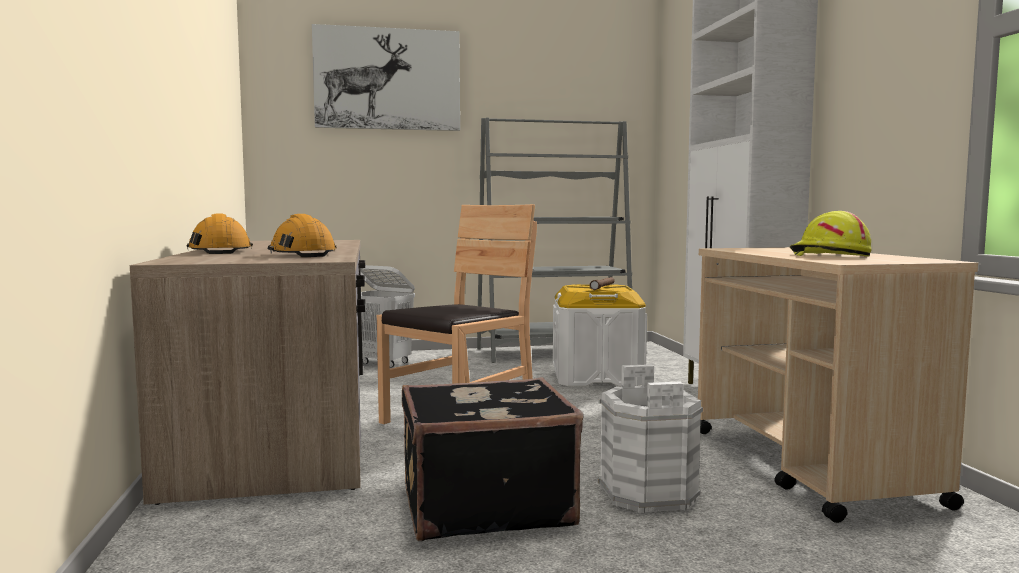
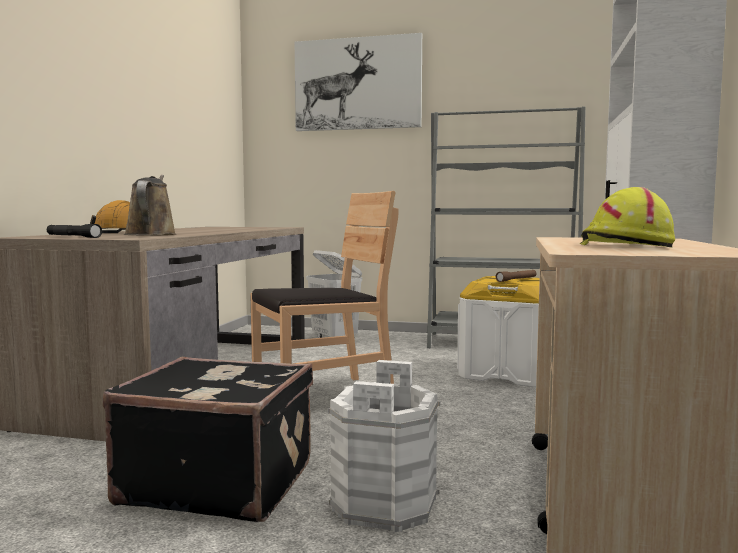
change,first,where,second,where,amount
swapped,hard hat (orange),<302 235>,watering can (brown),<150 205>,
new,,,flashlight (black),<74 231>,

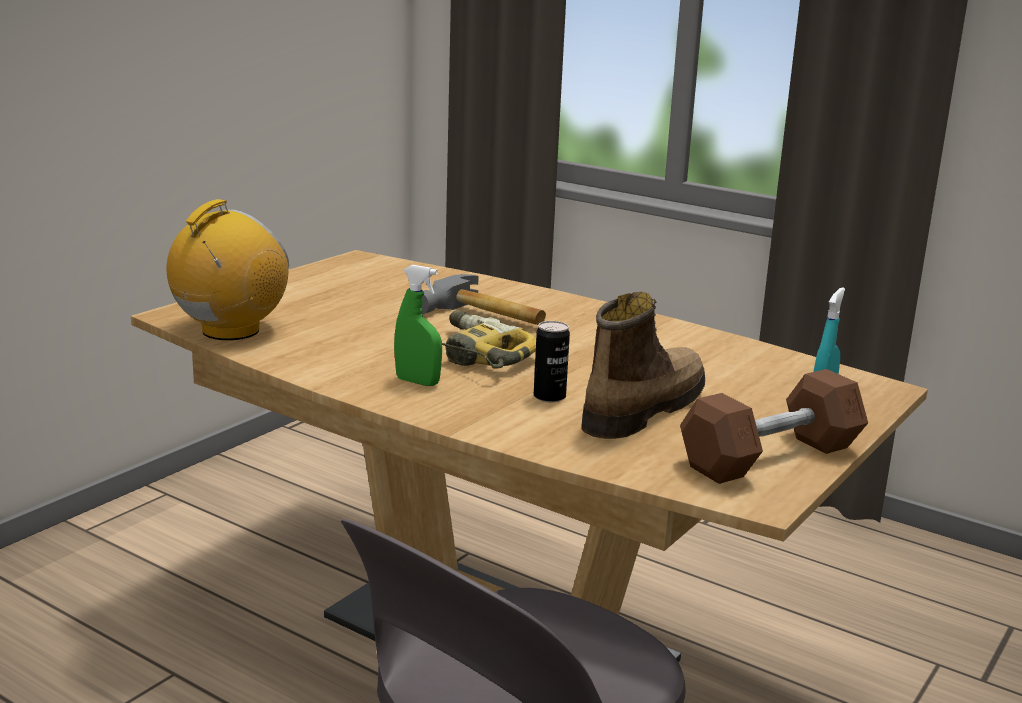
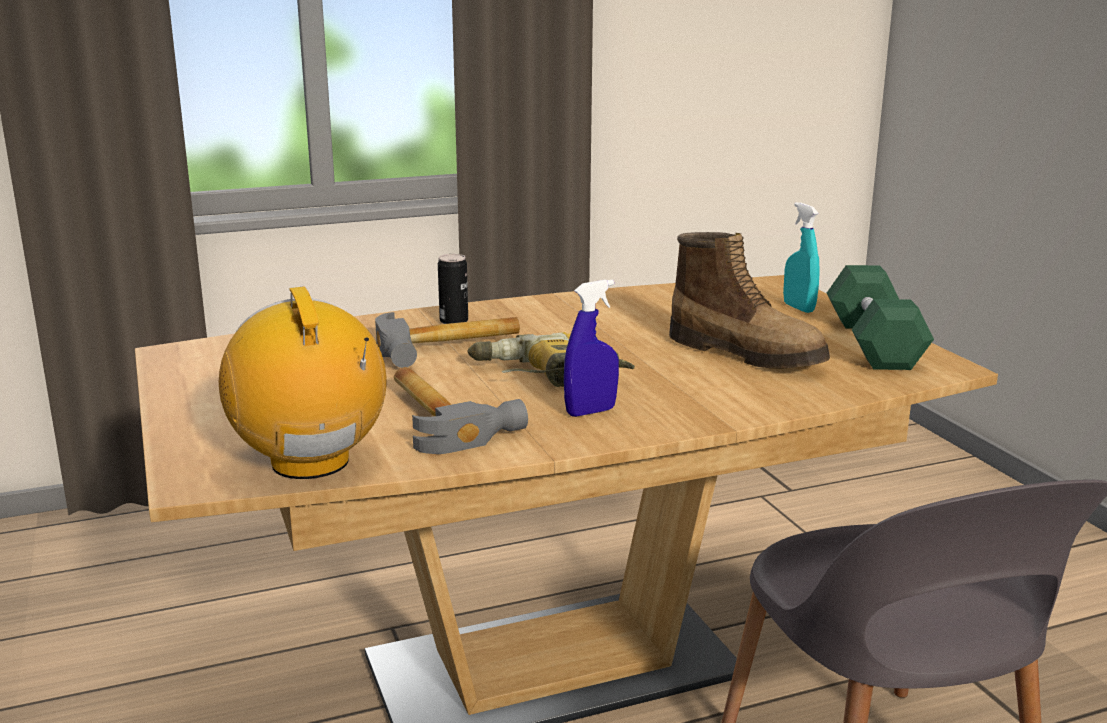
change,first,where,second,where,amount
repainted,spray bottle (green),<418 325>,spray bottle (blue),<591 348>,
rotated,boot,<643 365>,,<749 300>,150 degrees clockwise
shifted,can,<552 361>,,<453 289>,
repainted,dumbbell (brown),<774 426>,dumbbell (green),<880 317>,
new,,,hammer,<461 410>,

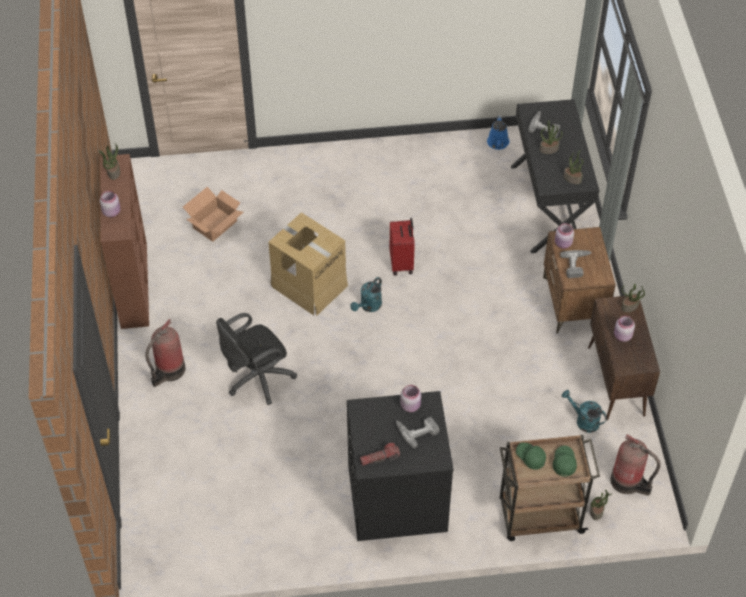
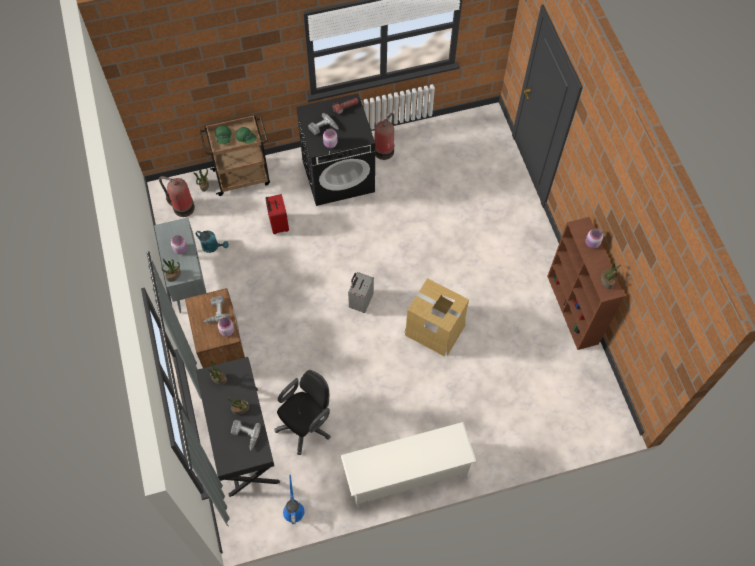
change,first,where,second,where,amount
gone,cardboard box,<213 214>,,,
shifted,suitcase (red),<402 246>,,<277 214>,
gone,watering can (turquoise),<366 294>,,,
repainted,cabinet (brown),<624 358>,cabinet (grey),<180 265>,
shifted,office chair (black),<256 359>,,<303 412>,
shifted,fire extinguisher,<165 353>,,<384 136>,
new,,,suitcase (grey),<361 292>,
new,,,shoe rack (white),<409 465>,

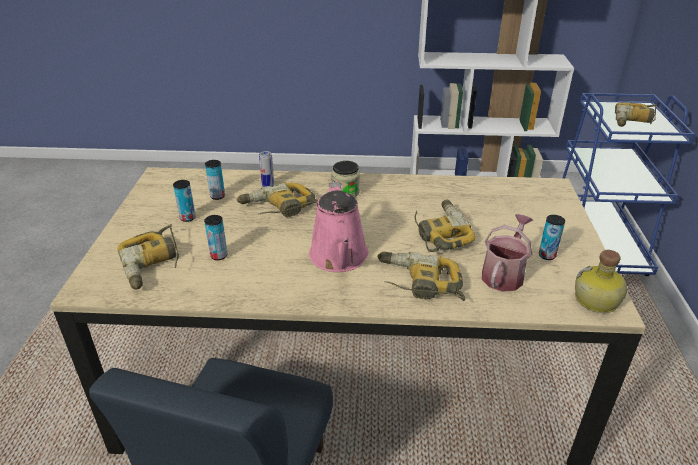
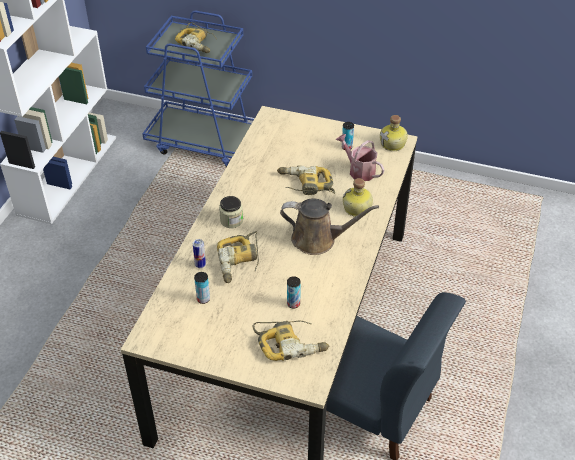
change,first,where,second,where,amount
gone,can,<184 201>,,,
repainted,watering can (pink),<339 227>,watering can (brown),<329 227>,
swapped,power drill,<421 276>,bottle,<358 197>,

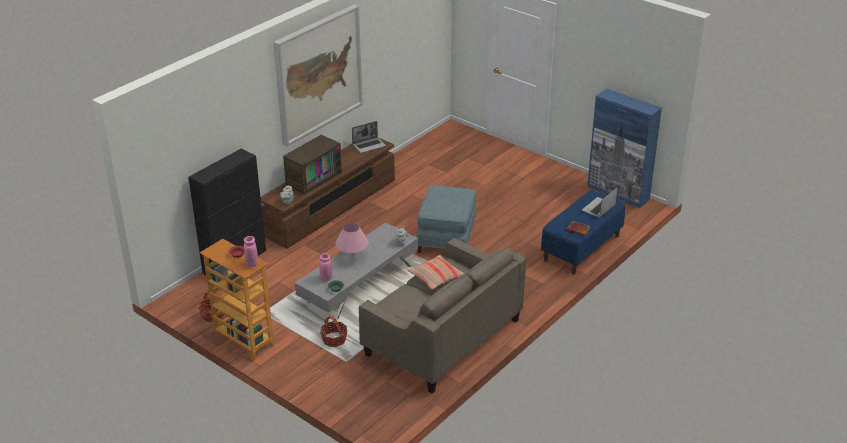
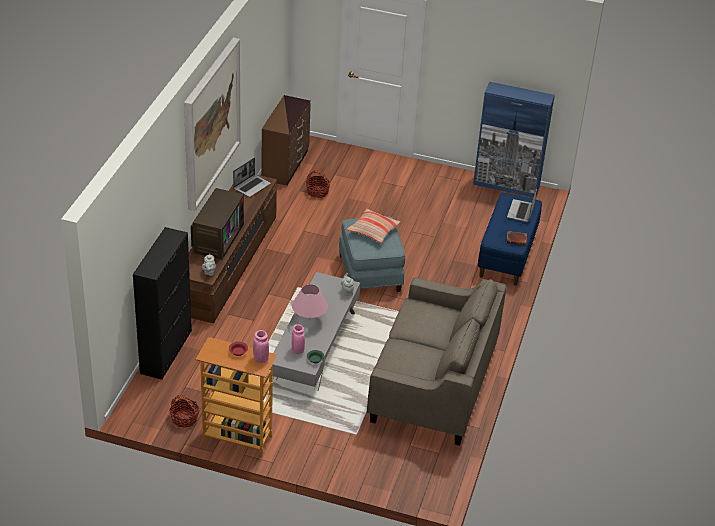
change,first,where,second,where,amount
shifted,pillow,<435 272>,,<373 226>,
shifted,basket,<334 331>,,<318 184>,
new,,,dresser (brown),<286 140>,

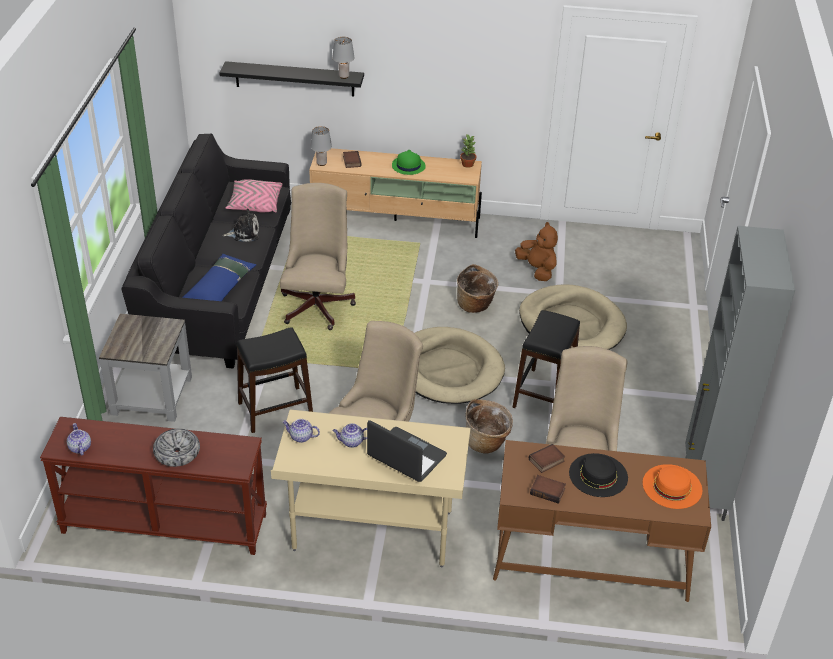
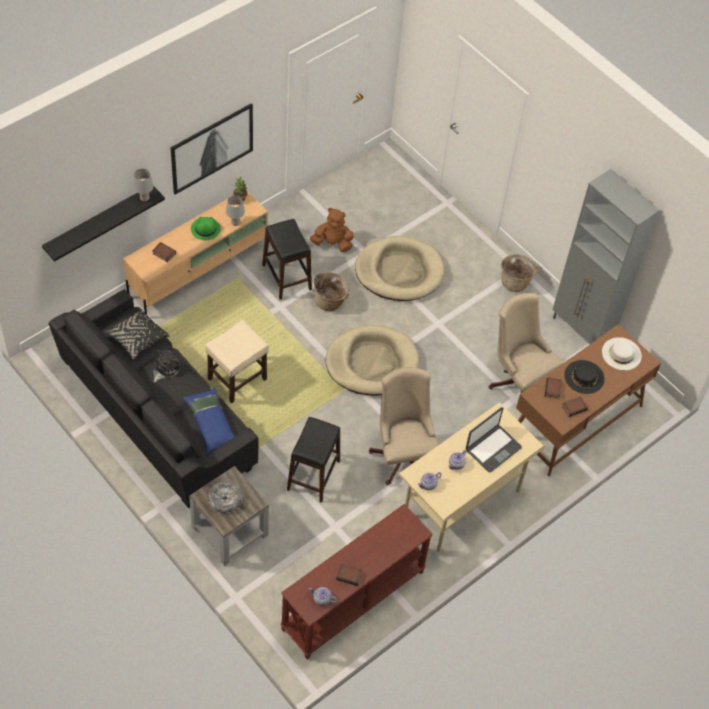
change,first,where,second,where,amount
shifted,table lamp (grey),<321 146>,,<235 210>,
repainted,pillow (pink),<253 196>,pillow (black),<138 334>,
swapped,office chair (beige),<318 256>,stool (beige),<237 361>,
shifted,stool (black),<546 359>,,<287 259>,
shifted,basket,<489 426>,,<519 273>,
rotated,laptop,<407 451>,,<493 440>,150 degrees clockwise
shifted,bowl,<176 447>,,<225 497>,
repainted,hat (orange),<672 486>,hat (white),<622 353>,
new,,,picture,<211 149>,
new,,,book,<349 575>,

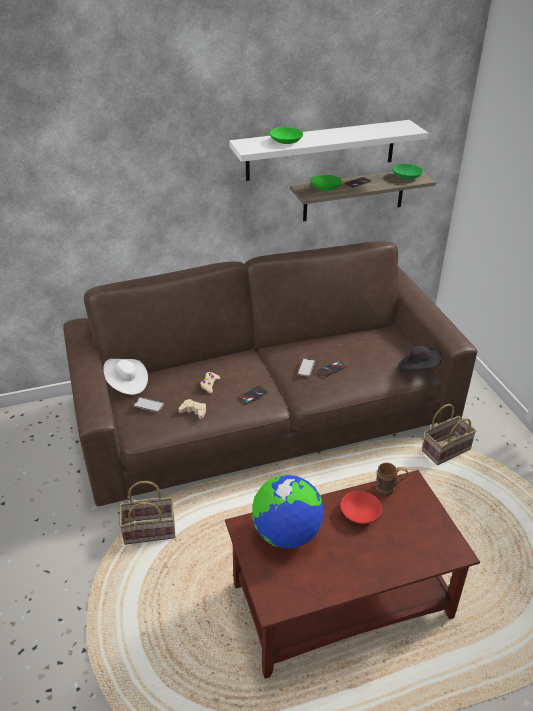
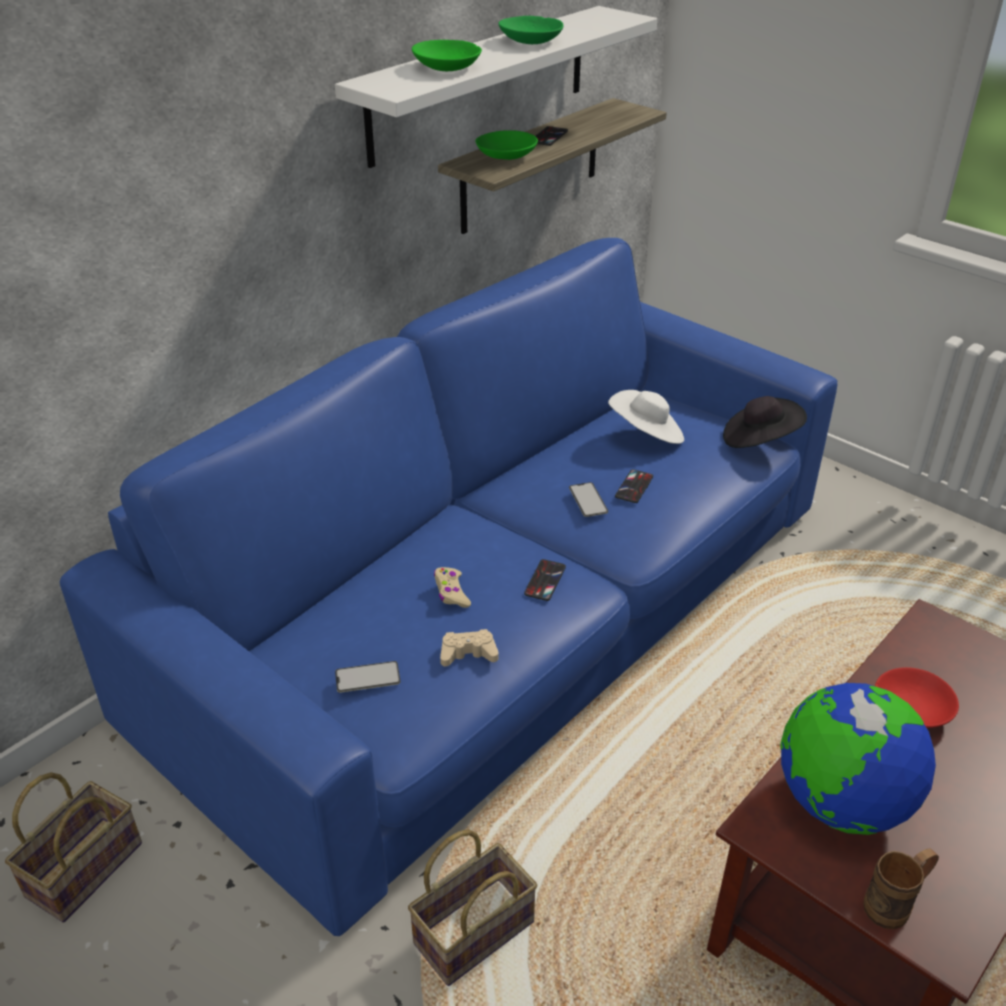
change,first,where,second,where,amount
shifted,bowl (green),<407 171>,,<531 30>,
repainted,sofa (brown),<270 373>,sofa (blue),<449 587>,
shifted,hat (white),<125 377>,,<646 417>,
shifted,basket,<449 434>,,<73 848>,
shifted,mug (brown),<391 479>,,<901 889>,

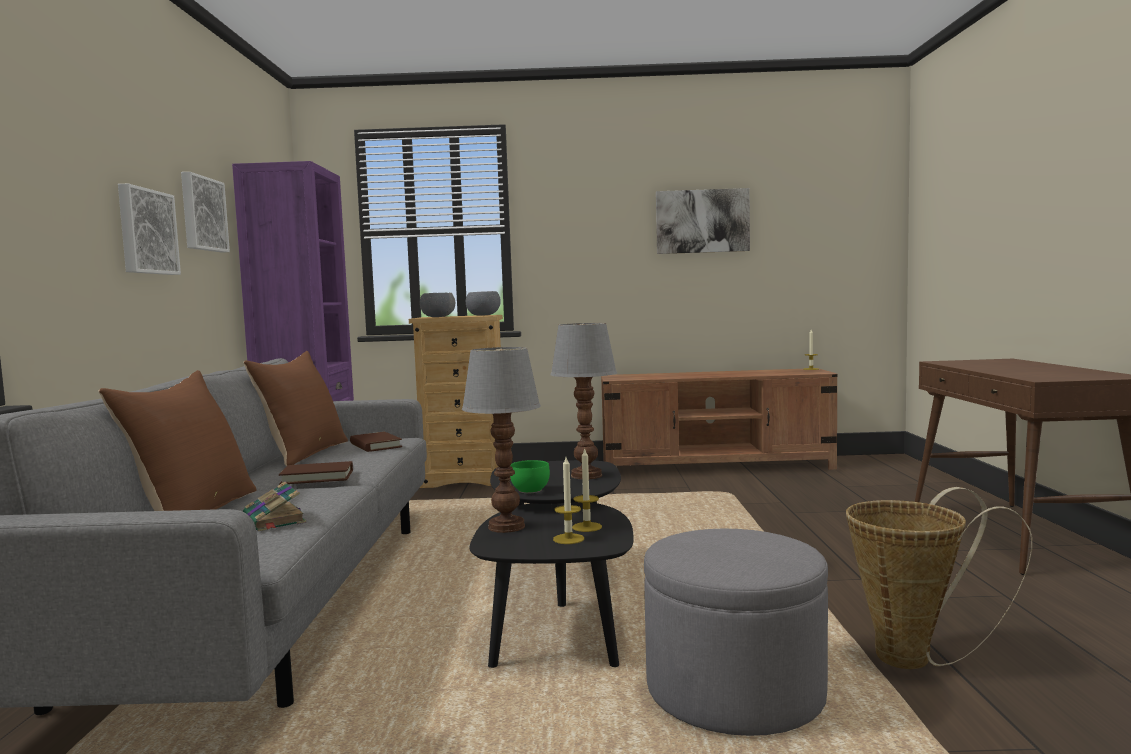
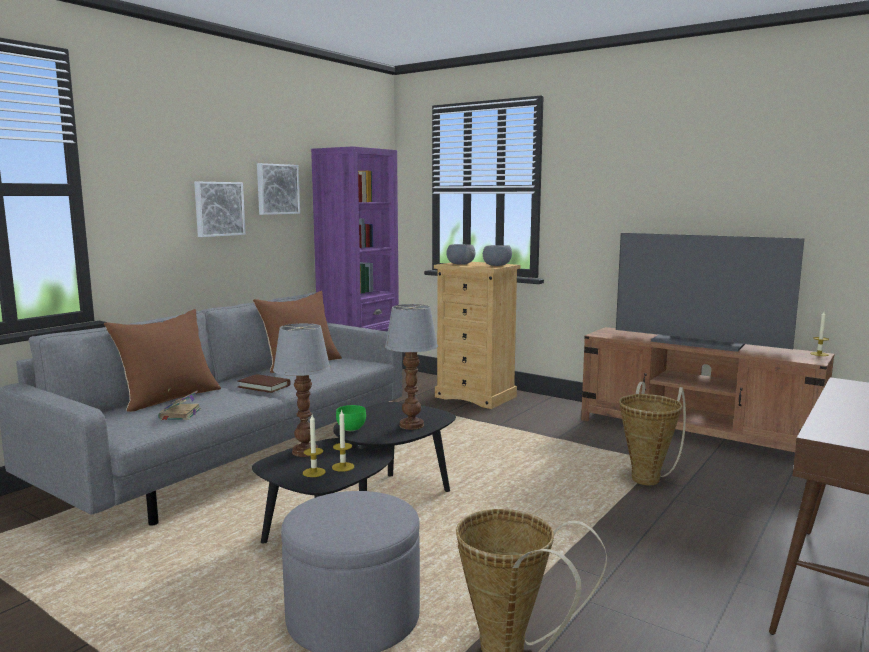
change,first,where,second,where,amount
gone,picture,<703 221>,,,
gone,book (brown),<376 442>,,,
new,,,television,<710 292>,
new,,,basket,<652 433>,

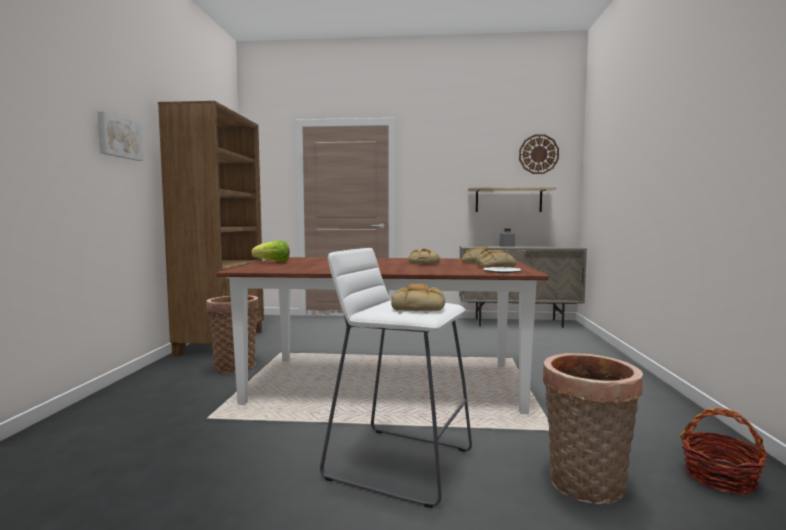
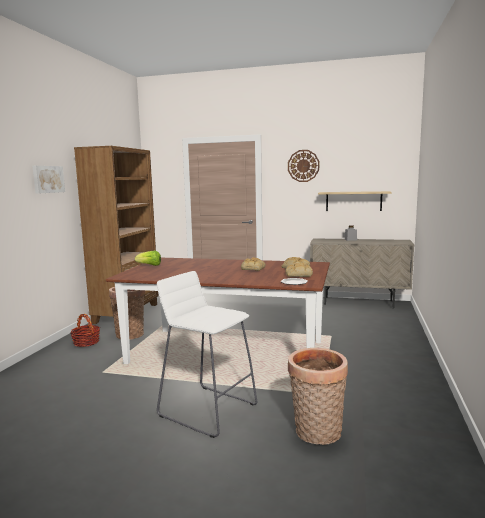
change,first,where,second,where,amount
shifted,wall clock,<539 154>,,<303 166>,
gone,bread,<418 297>,,,
shifted,basket,<724 451>,,<85 330>,

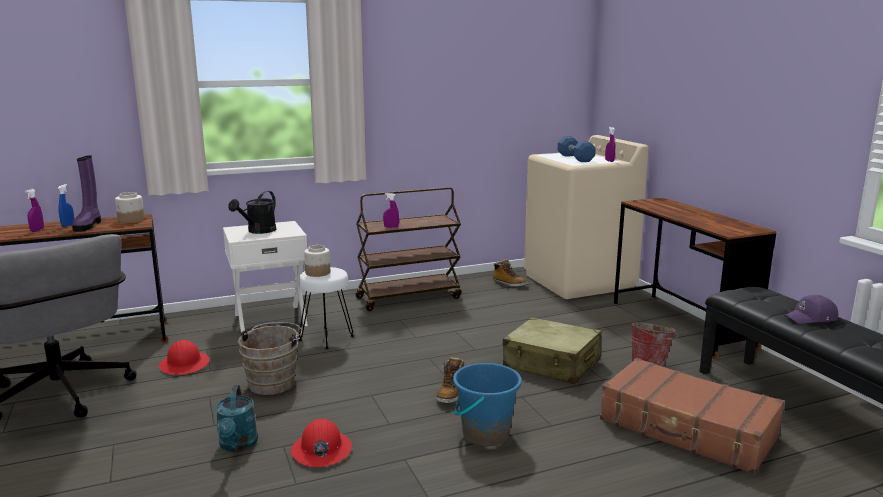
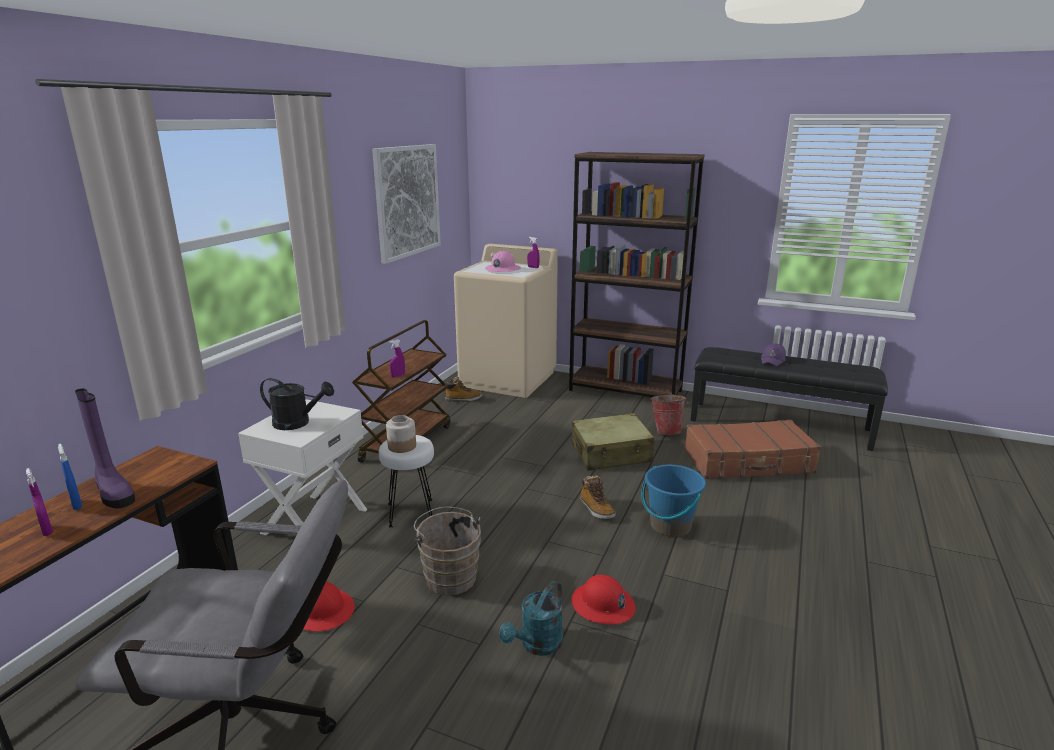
change,first,where,second,where,amount
swapped,dumbbell (blue),<576 149>,hard hat (pink),<503 261>,
rotated,watering can (black),<252 212>,,<297 404>,60 degrees counterclockwise
gone,jar,<130 207>,,,
swapped,desk (brown),<695 278>,bookcase (brown),<637 274>,
rotated,watering can (turquoise),<236 418>,,<531 618>,90 degrees clockwise
new,,,picture,<406 204>,

